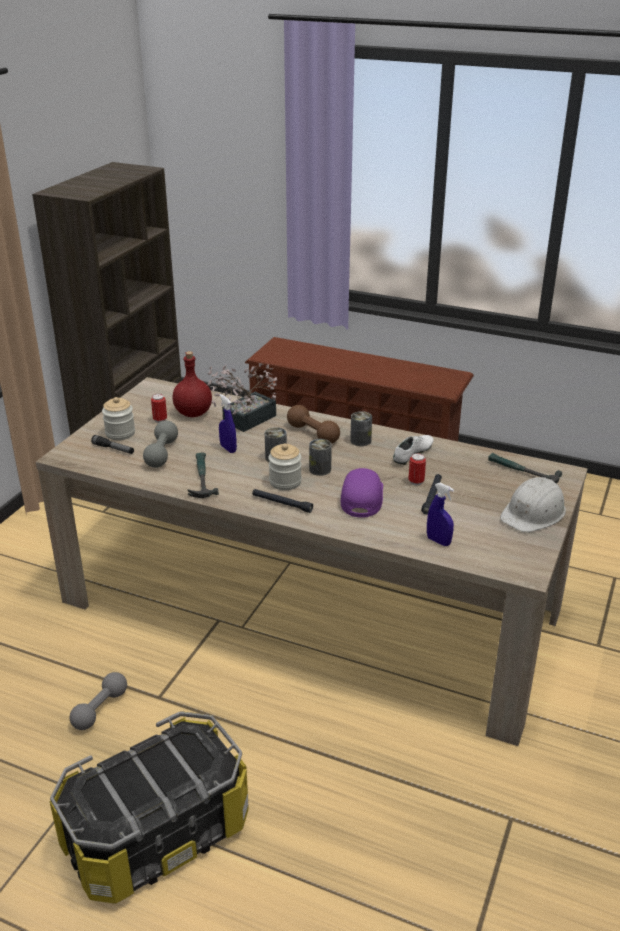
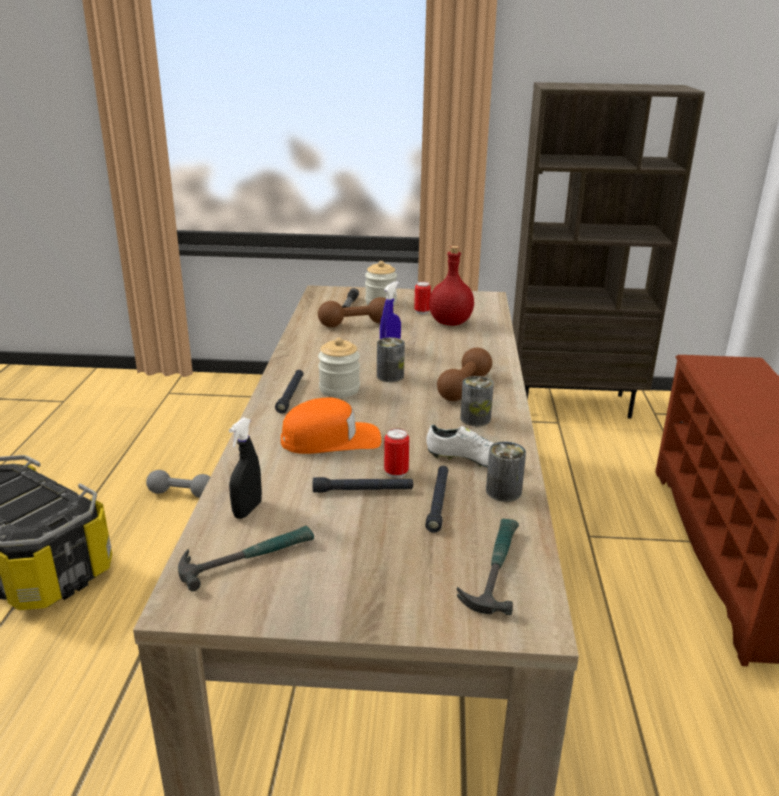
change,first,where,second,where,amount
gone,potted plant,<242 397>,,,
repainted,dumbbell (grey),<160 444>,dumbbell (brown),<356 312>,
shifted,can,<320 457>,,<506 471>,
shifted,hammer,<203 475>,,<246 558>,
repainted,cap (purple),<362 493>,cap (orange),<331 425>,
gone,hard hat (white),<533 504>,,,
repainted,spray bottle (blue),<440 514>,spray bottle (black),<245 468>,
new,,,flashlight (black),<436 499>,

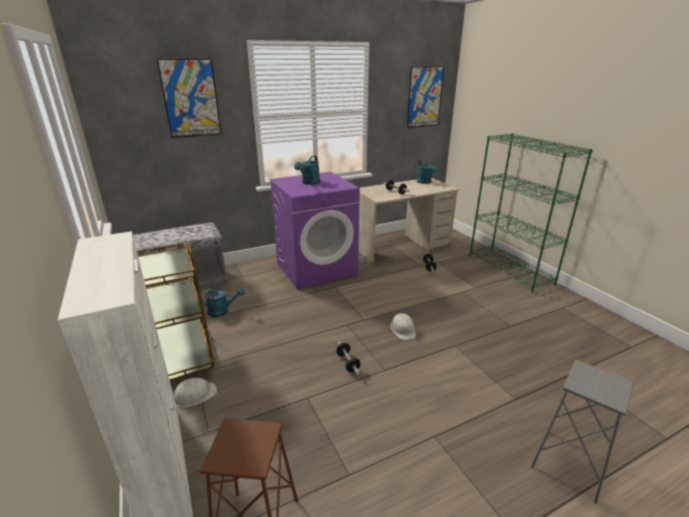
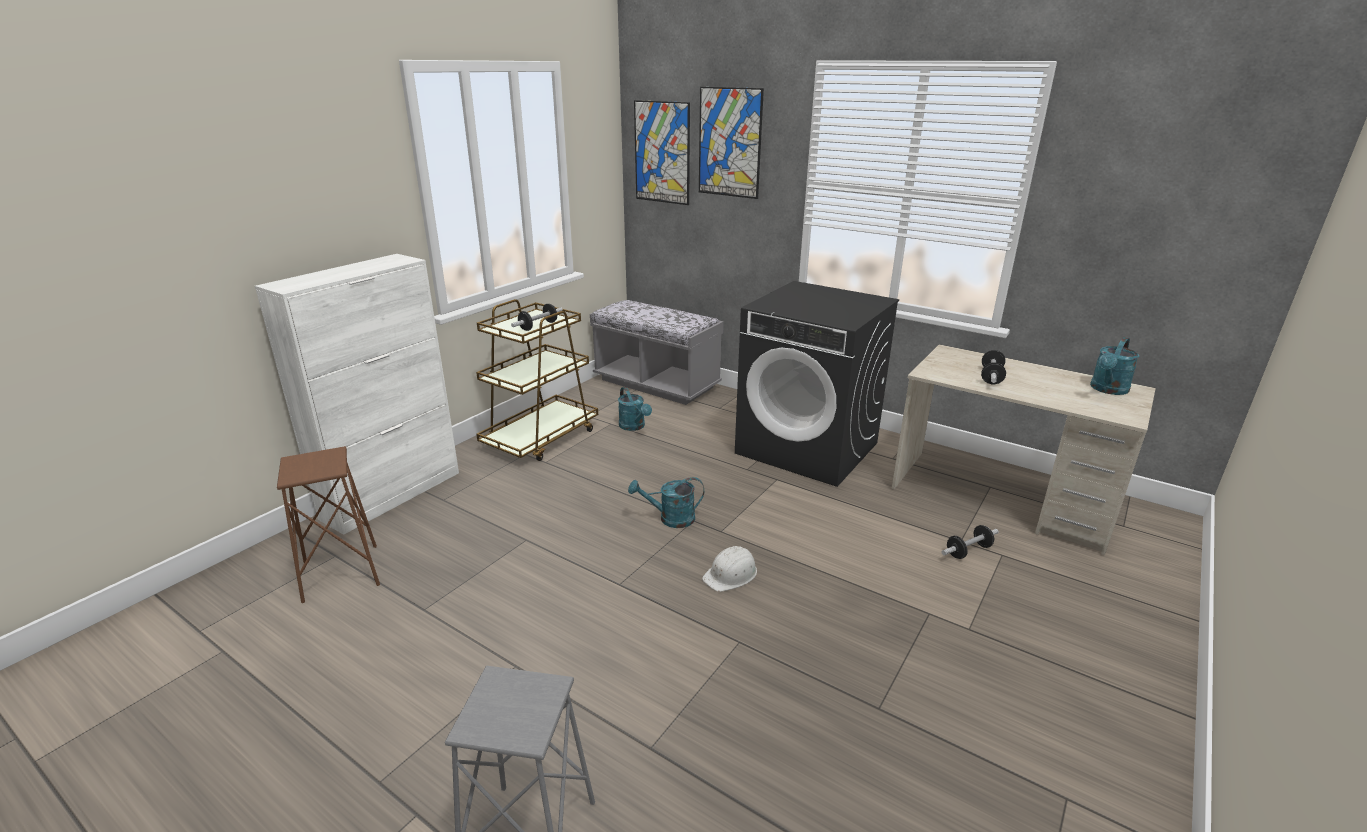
change,first,where,second,where,amount
shifted,picture,<425 97>,,<662 152>,
gone,bookcase (green),<531 213>,,,
shifted,watering can (turquoise),<307 170>,,<666 502>,
repainted,washing machine (purple),<315 230>,washing machine (black),<817 384>,
shifted,dumbbell,<348 358>,,<537 317>,
gone,hard hat (white),<195 393>,,,

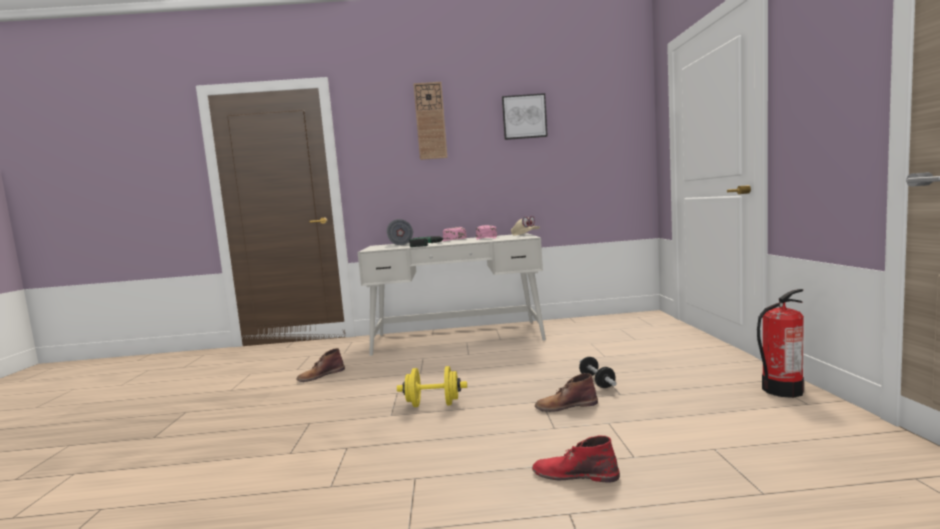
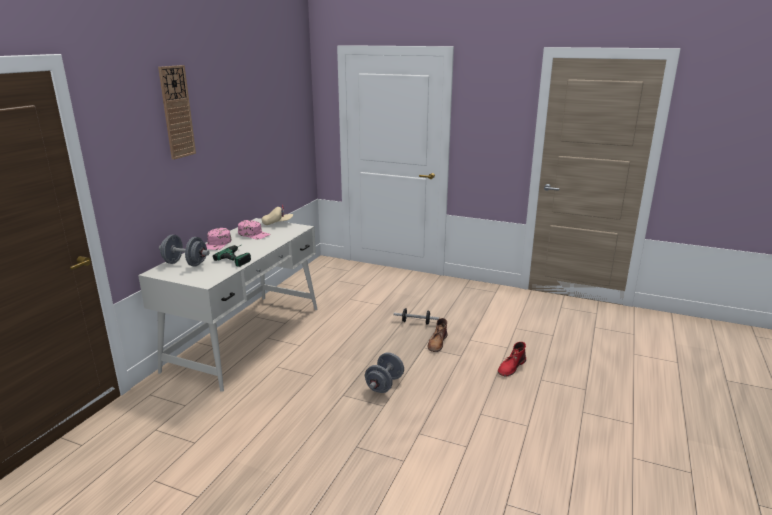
change,first,where,second,where,amount
gone,picture,<525 116>,,,
gone,fire extinguisher,<780 343>,,,
gone,boot (brown),<320 365>,,,
repainted,dumbbell (yellow),<432 386>,dumbbell (grey),<384 372>,

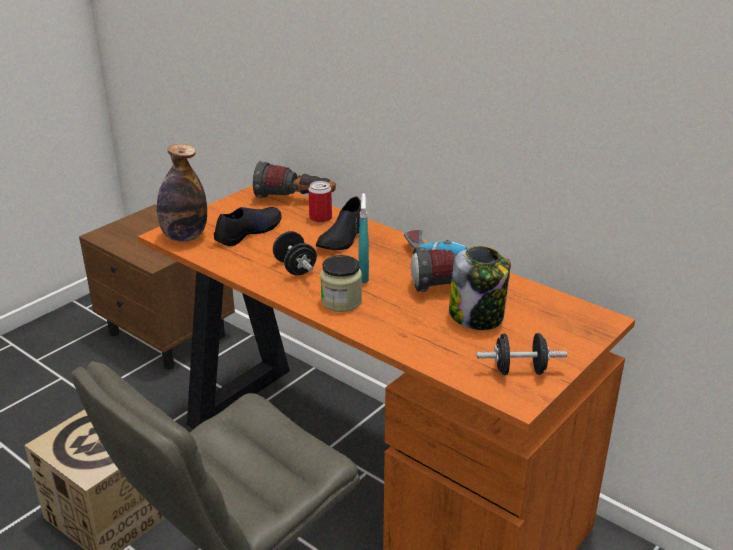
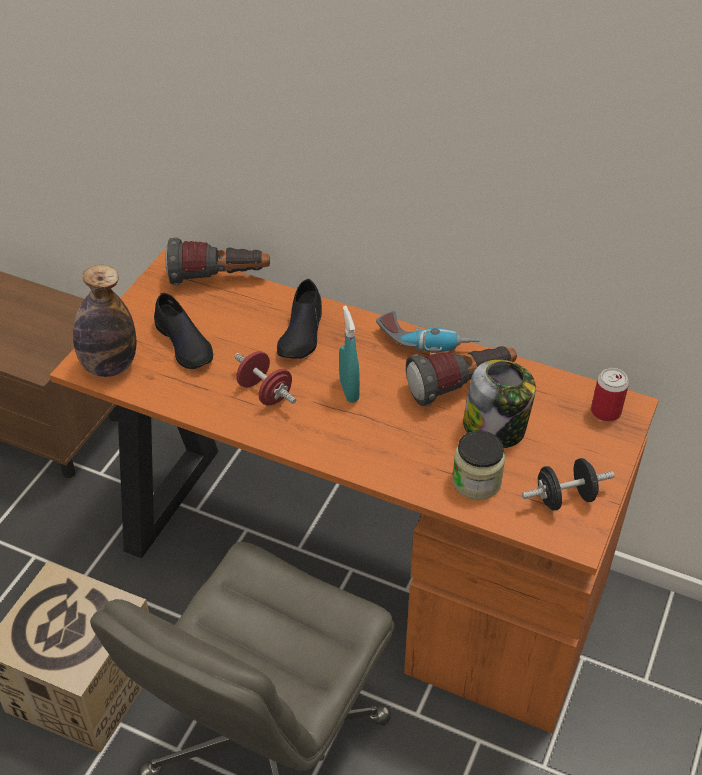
change,first,where,second,where,amount
shifted,can,<320 202>,,<610 395>,
rotated,shoe (black),<248 226>,,<183 330>,120 degrees clockwise
repainted,dumbbell (black),<295 253>,dumbbell (red),<265 378>,
shifted,jar,<341 283>,,<478 465>,

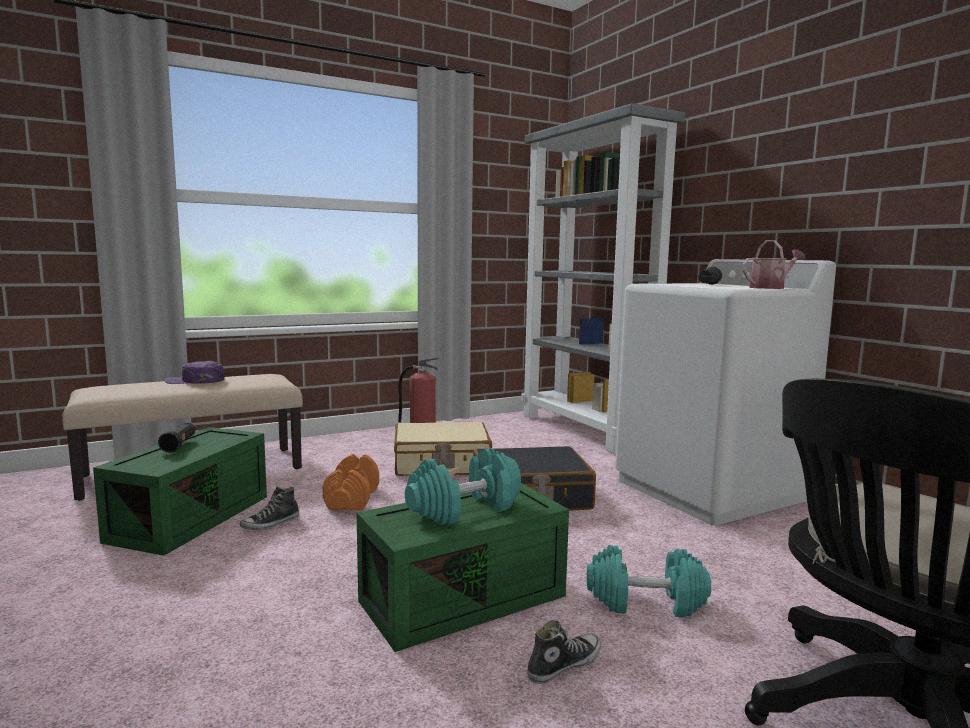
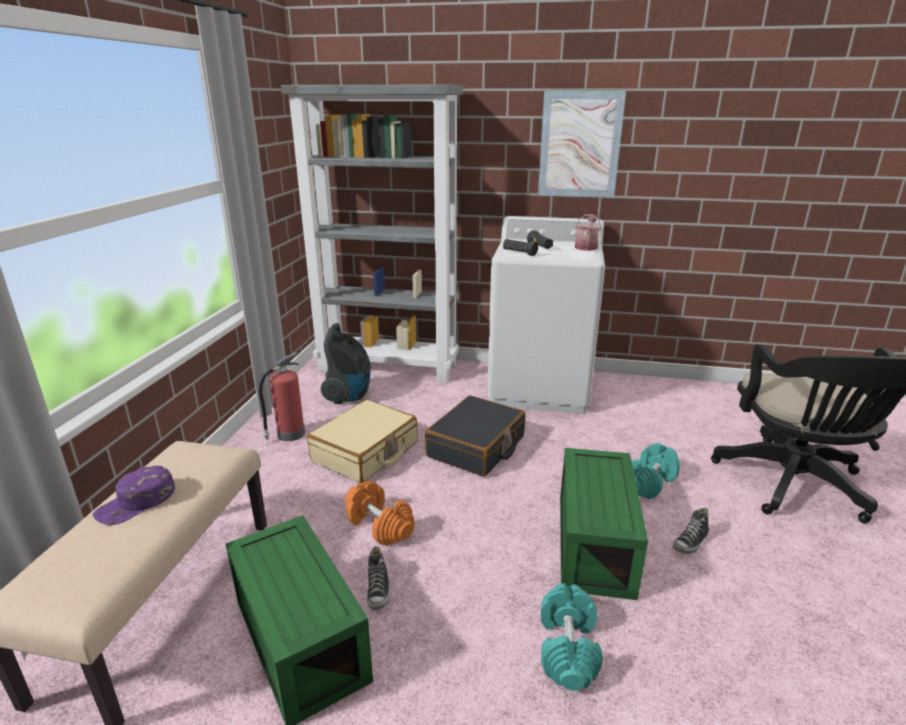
change,first,where,second,where,amount
shifted,flashlight (black),<177 438>,,<520 247>,
shifted,dumbbell (turquoise),<463 486>,,<572 637>,
rotated,shoe,<564 652>,,<691 531>,135 degrees counterclockwise
new,,,picture,<582 144>,
new,,,vacuum cleaner,<346 363>,

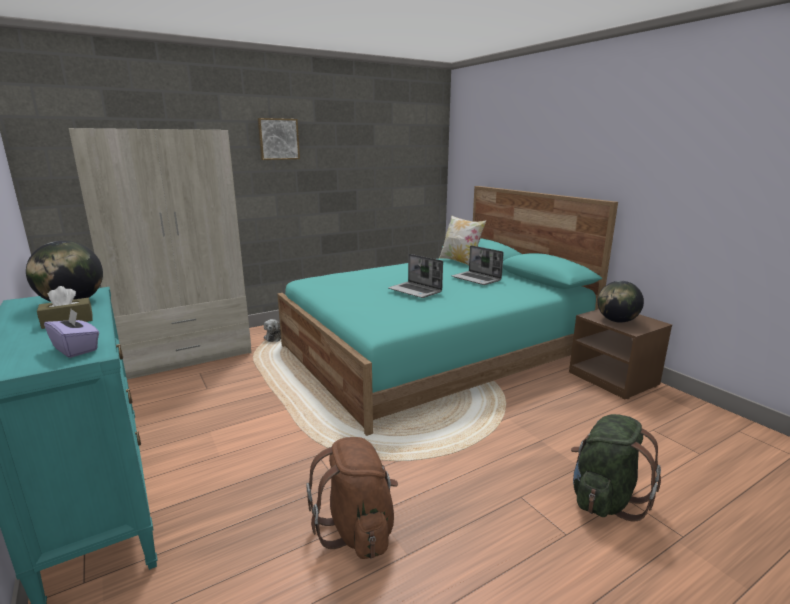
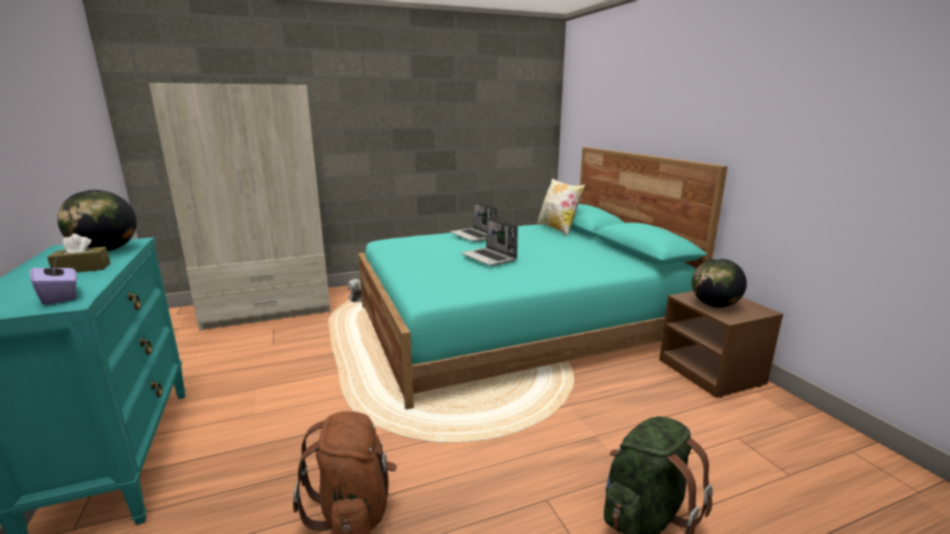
change,first,where,second,where,amount
gone,picture,<279 139>,,,
shifted,laptop,<478 265>,,<473 221>,

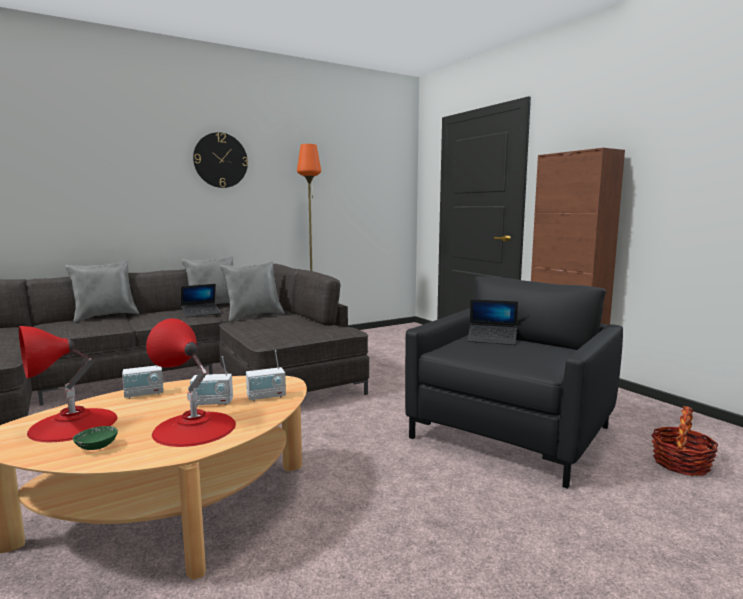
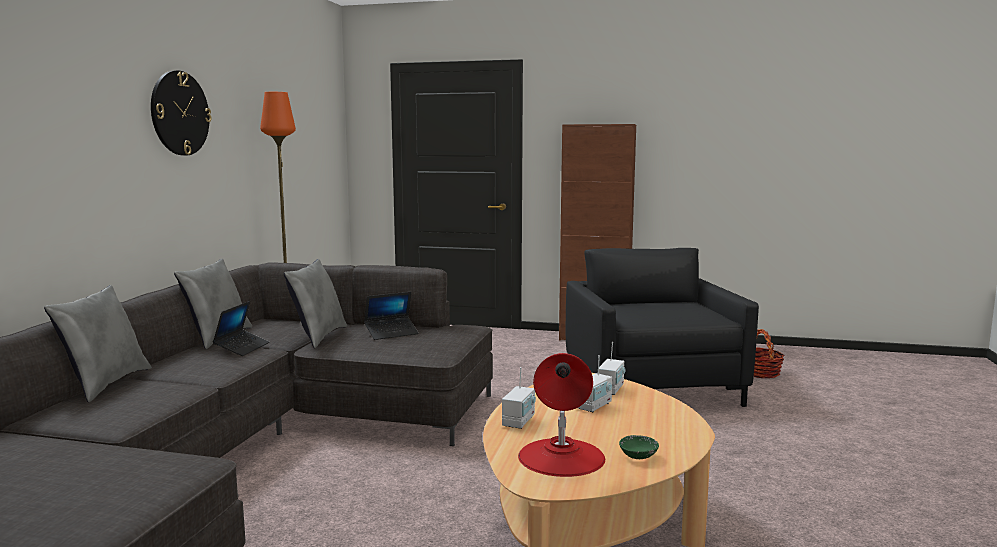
change,first,where,second,where,amount
shifted,laptop,<492 322>,,<391 316>,
gone,table lamp (red),<191 382>,,,

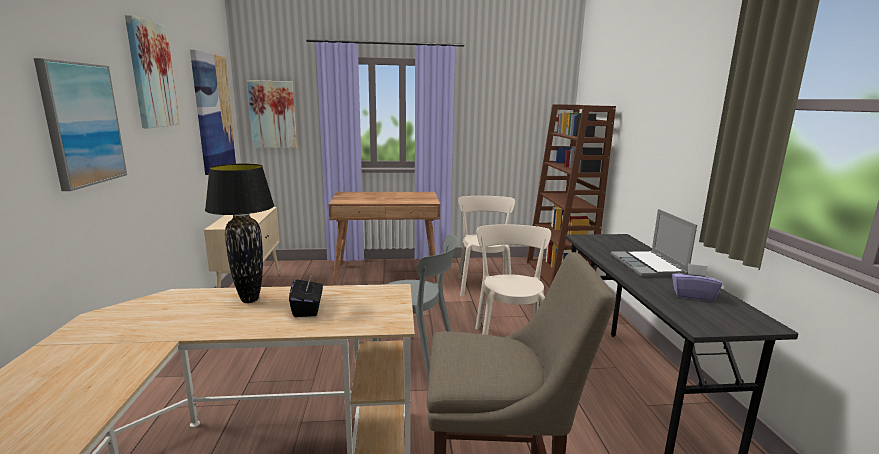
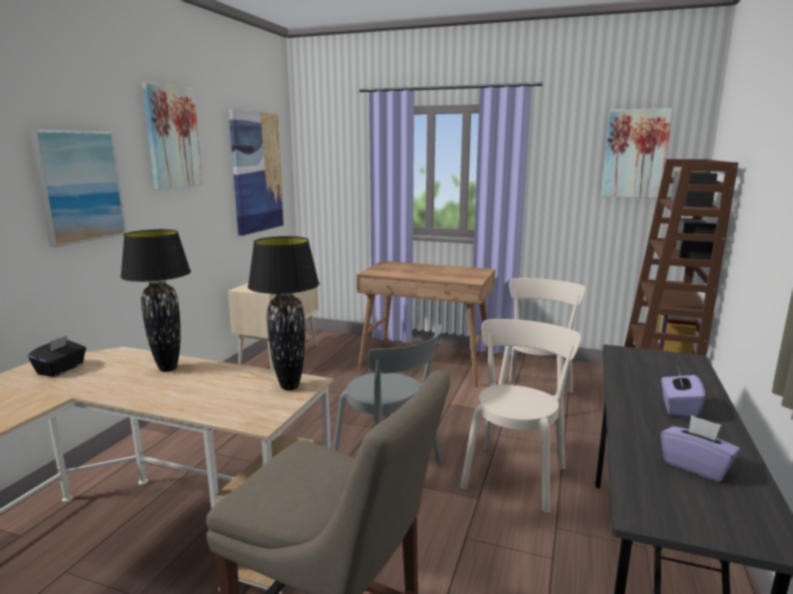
change,first,where,second,where,amount
shifted,picture,<272 114>,,<637 153>,
swapped,laptop,<654 243>,tissue box (purple),<683 393>,
shifted,tissue box (black),<306 296>,,<57 356>,
new,,,table lamp (black),<284 313>,

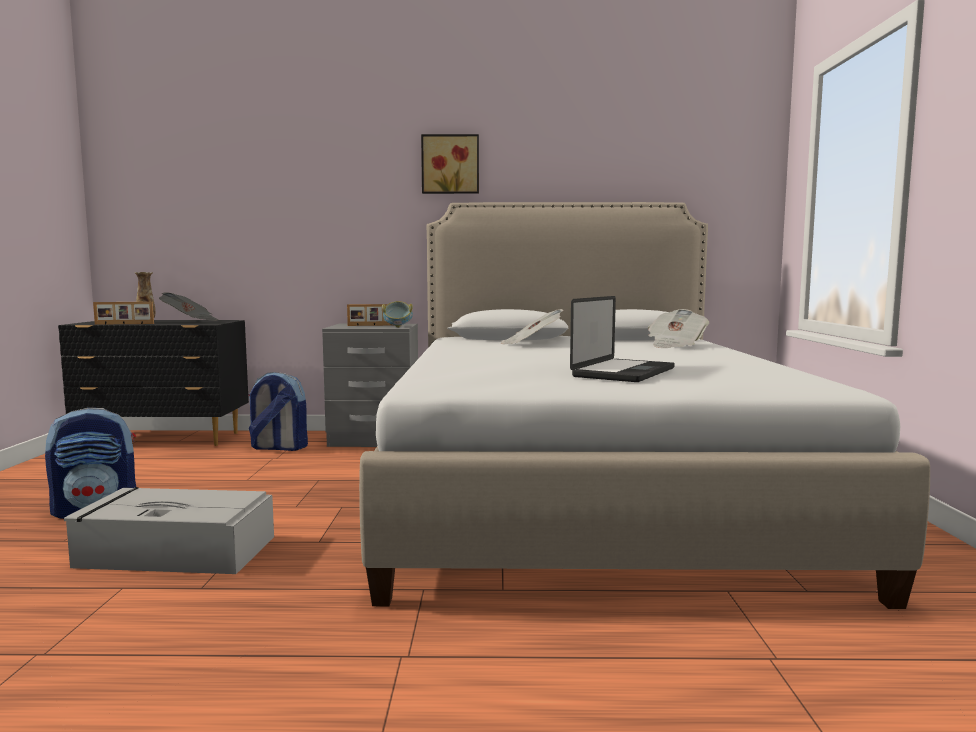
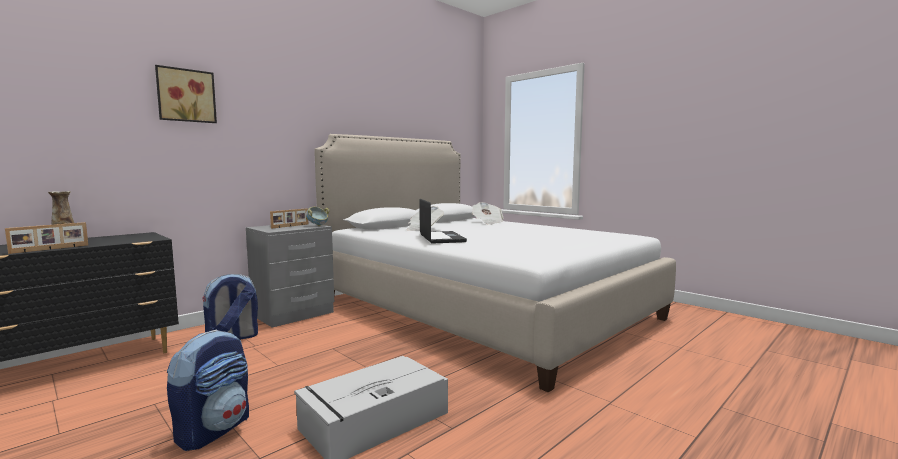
change,first,where,second,where,amount
shifted,picture,<450 164>,,<186 94>,
gone,newspaper,<188 306>,,,
shifted,laptop,<622 339>,,<443 221>,

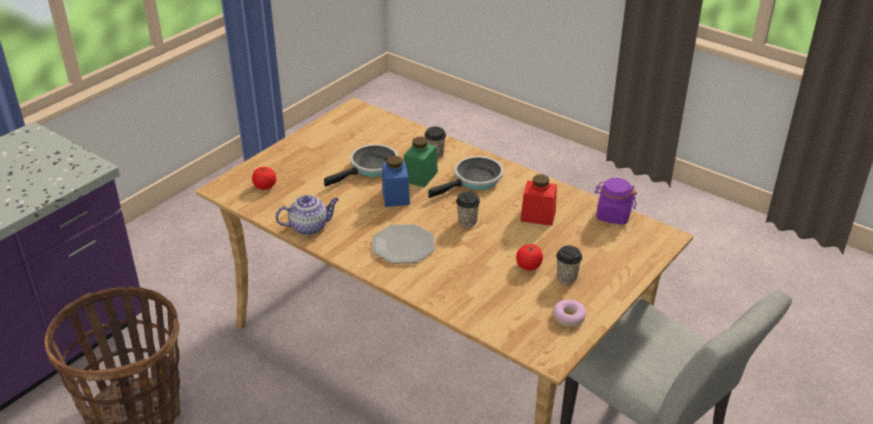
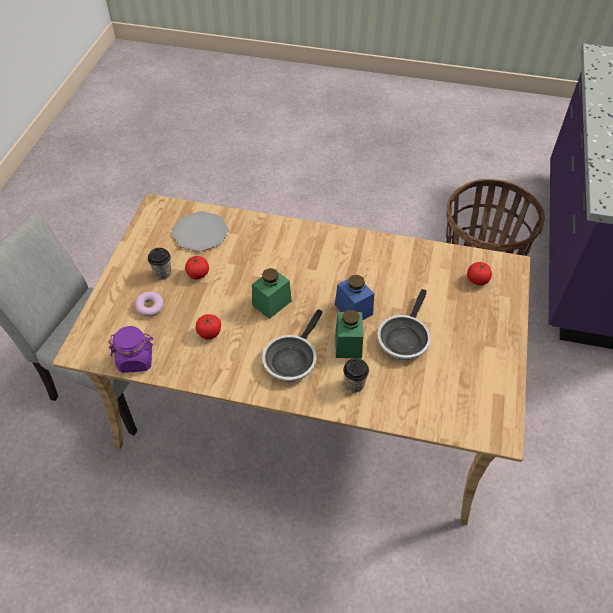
change,first,where,second,where,amount
swapped,jar (red),<538 200>,tomato,<208 327>,
swapped,cup,<468 209>,jar (green),<272 293>,
gone,teapot,<307 215>,,,
shifted,plate,<403 244>,,<200 231>,
shifted,donut,<569 313>,,<149 304>,

